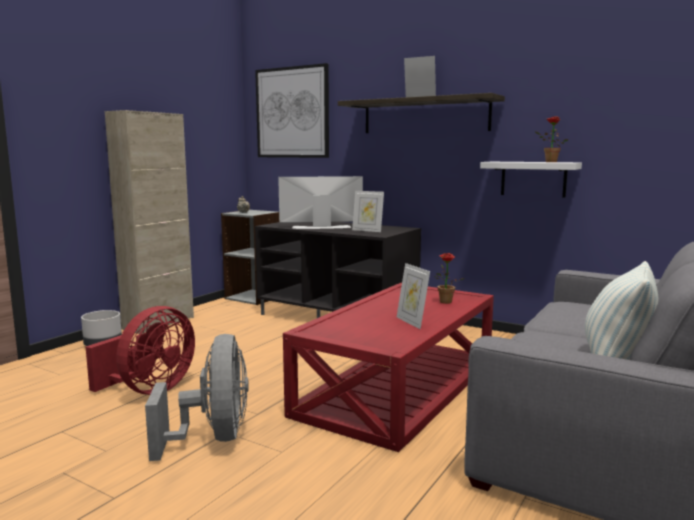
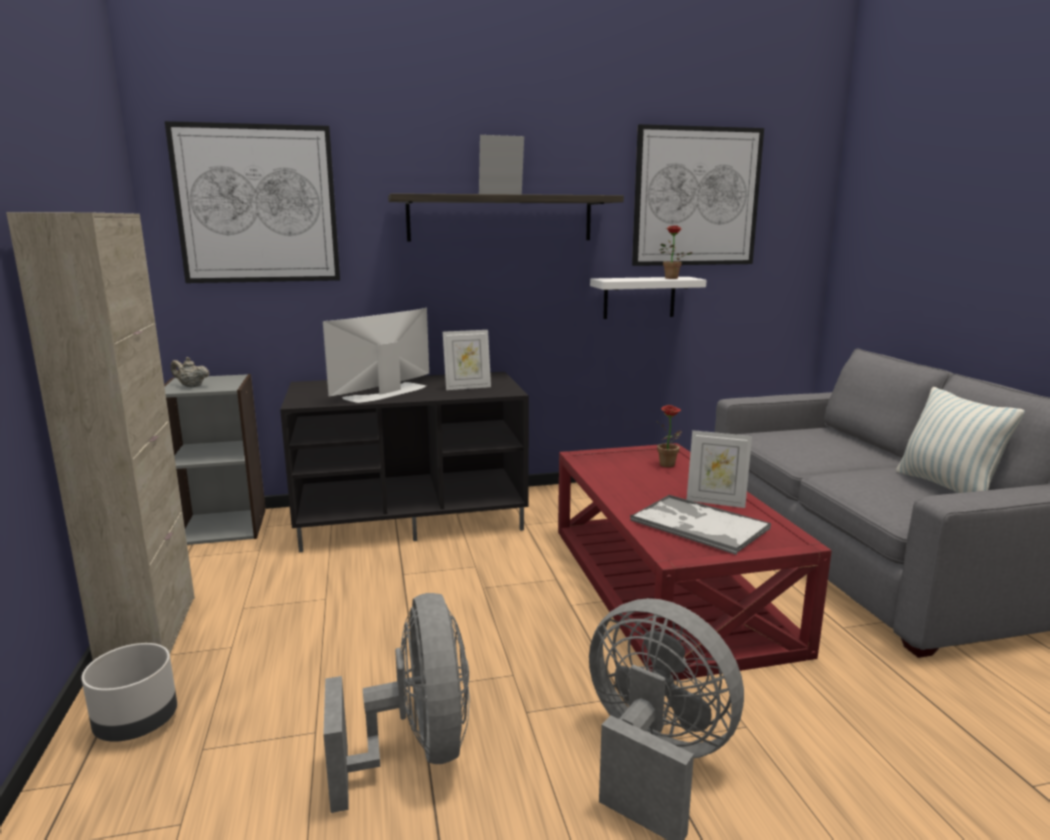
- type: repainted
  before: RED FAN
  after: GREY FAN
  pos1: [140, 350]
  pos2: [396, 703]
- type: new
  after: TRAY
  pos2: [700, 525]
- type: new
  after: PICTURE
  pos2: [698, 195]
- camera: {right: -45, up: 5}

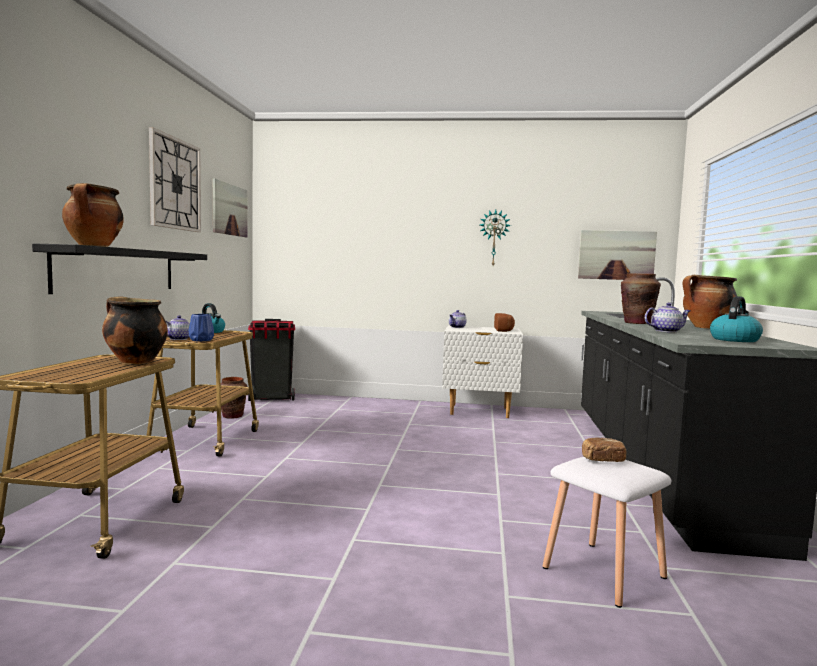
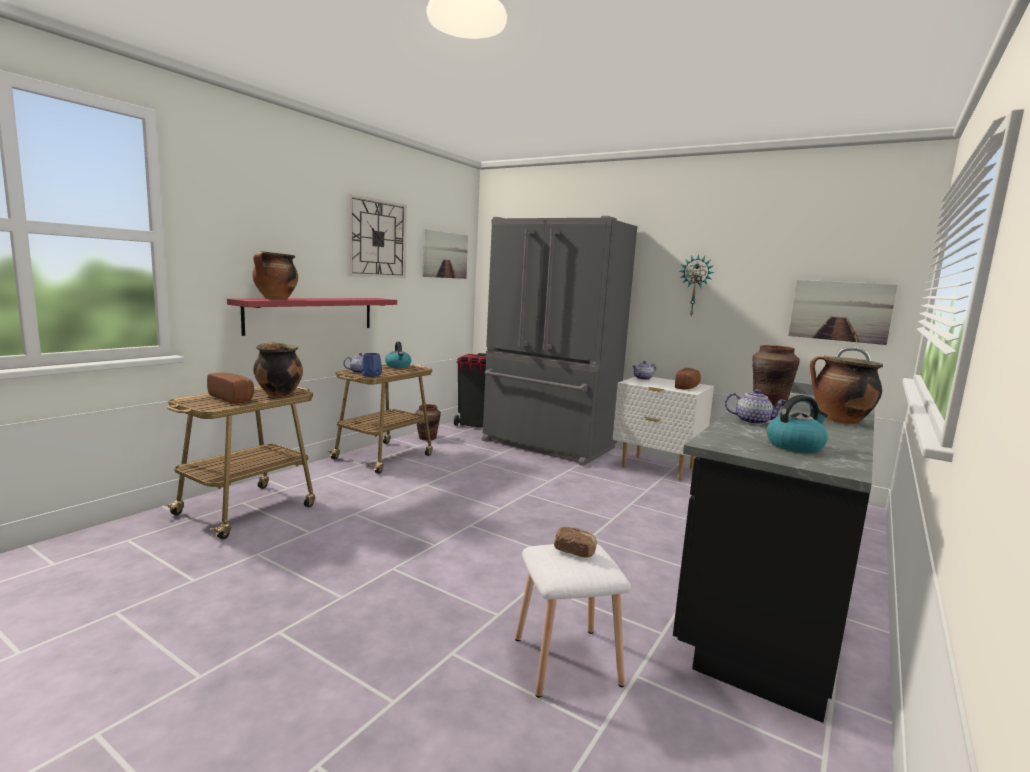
- type: new
  after: BREAD
  pos2: [230, 388]
- type: repainted
  before: BLACK SHELF
  after: RED SHELF
  pos1: [119, 268]
  pos2: [312, 317]
- type: new
  after: GREY FRIDGE
  pos2: [559, 341]
- camera: {right: 25, up: 5}

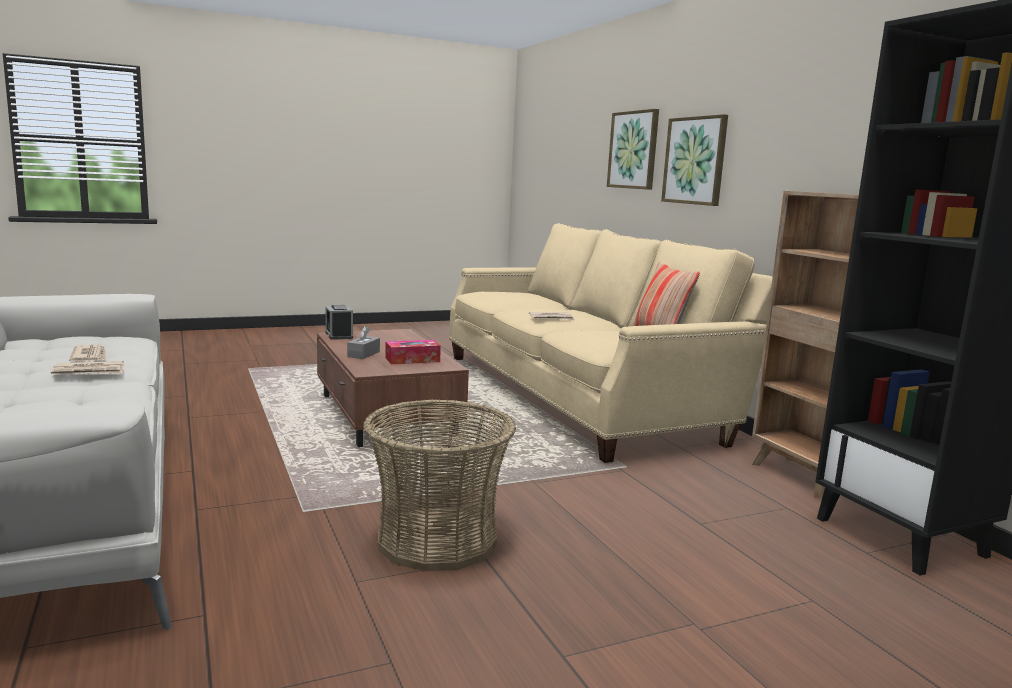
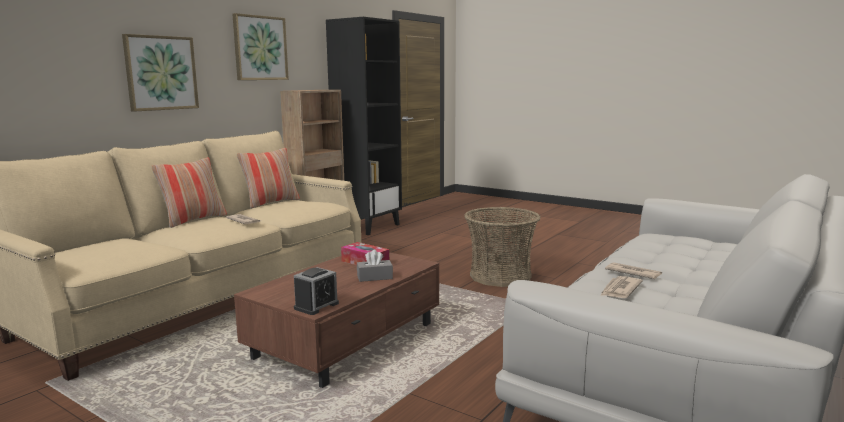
- type: new
  after: PILLOW
  pos2: [189, 192]
- type: shifted
  before: PICTURE
  pos1: [633, 149]
  pos2: [260, 46]
- camera: {right: -120, up: 0}

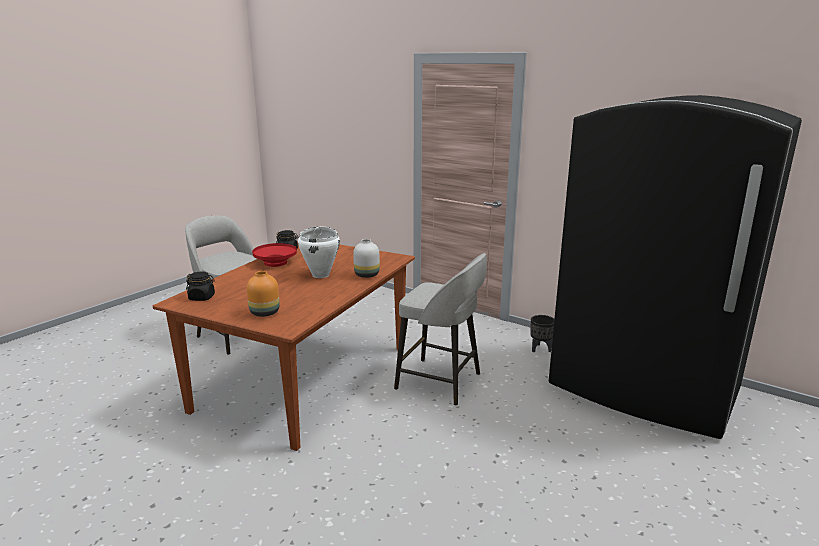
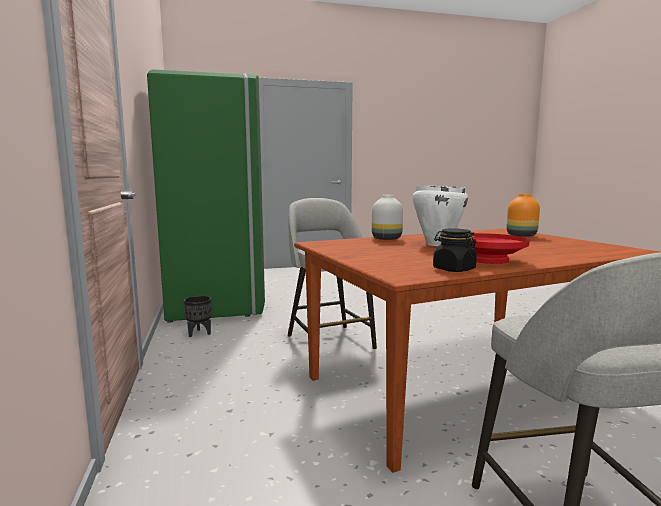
- type: repainted
  before: BLACK FRIDGE
  after: GREEN FRIDGE
  pos1: [675, 267]
  pos2: [206, 196]
- type: gone
  before: BLACK JAR
  pos1: [200, 286]
- camera: {right: -140, up: -10}

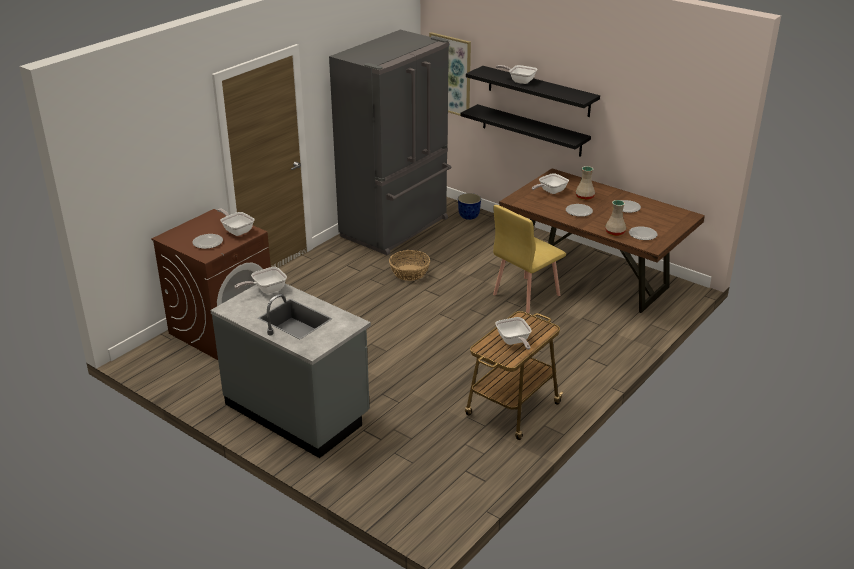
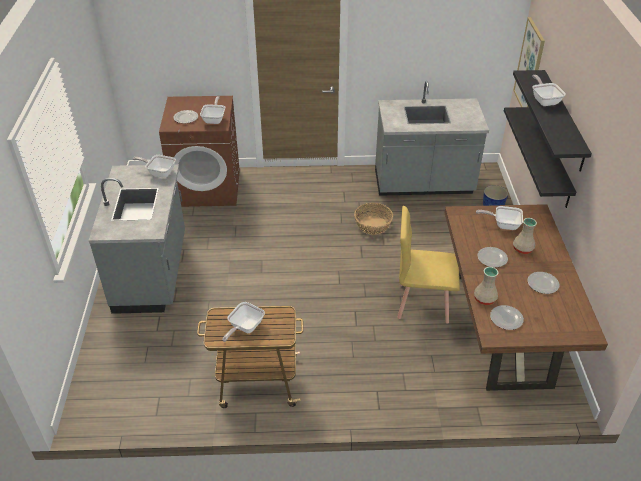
- type: swapped
  before: GREY FRIDGE
  after: GREY COUNTER
  pos1: [390, 142]
  pos2: [432, 138]
- camera: {right: 50, up: 10}

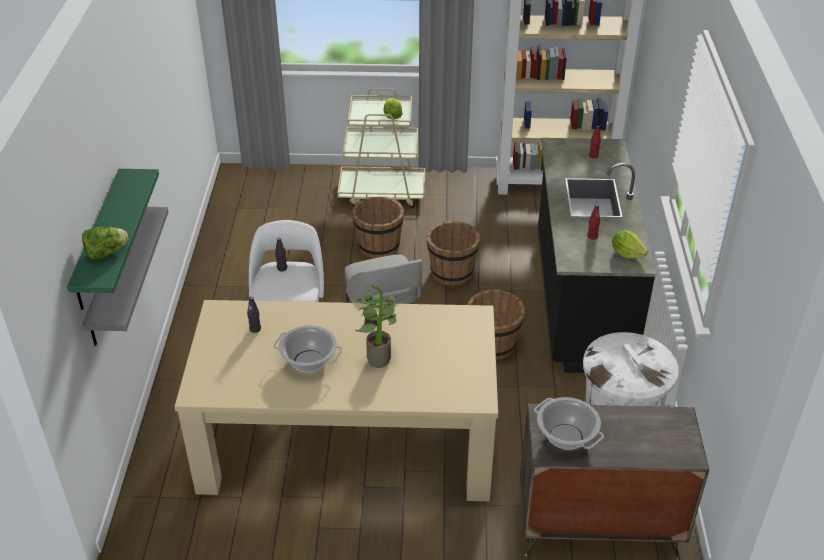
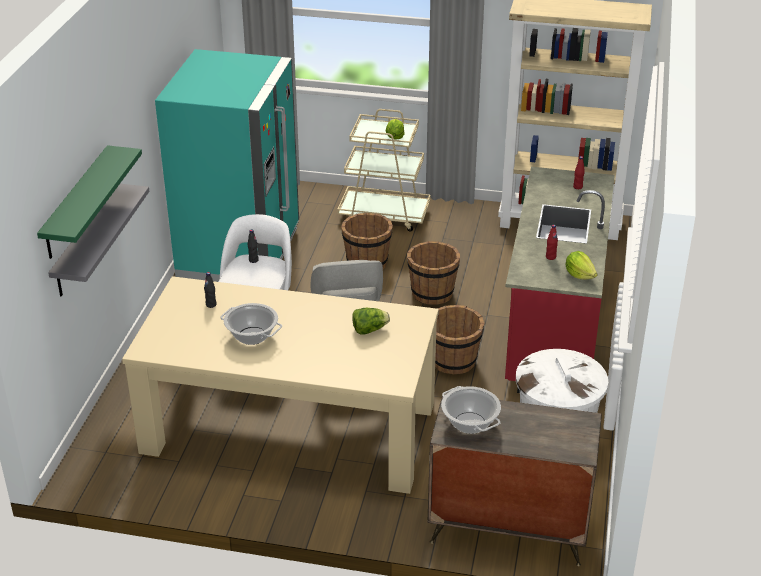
- type: new
  after: TURQUOISE FRIDGE
  pos2: [227, 165]
- type: shifted
  before: LETTUCE
  pos1: [105, 243]
  pos2: [371, 321]
- type: repainted
  before: BLACK COUNTER
  after: RED COUNTER
  pos1: [597, 255]
  pos2: [560, 280]
- type: gone
  before: POTTED PLANT
  pos1: [373, 326]
- camera: {right: 10, up: -5}

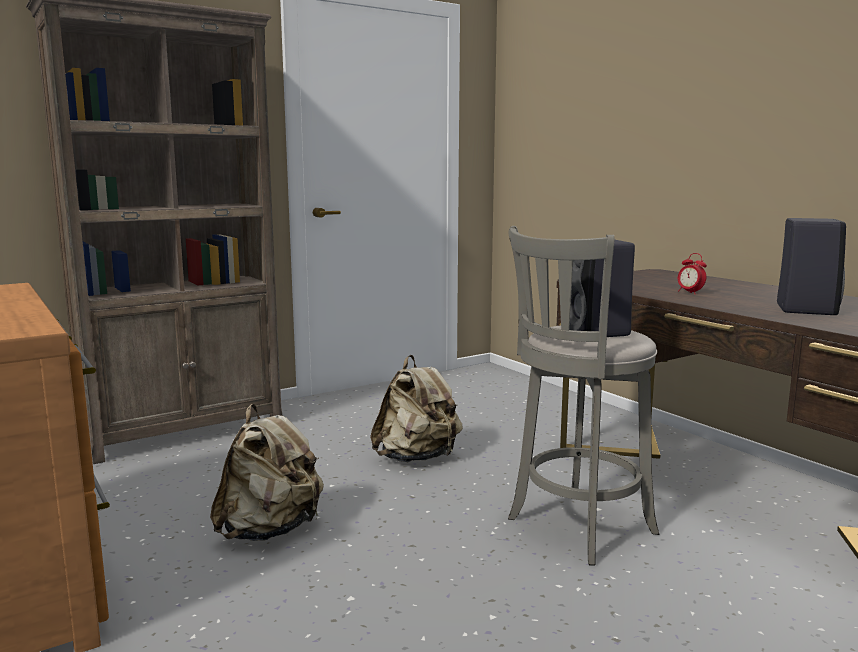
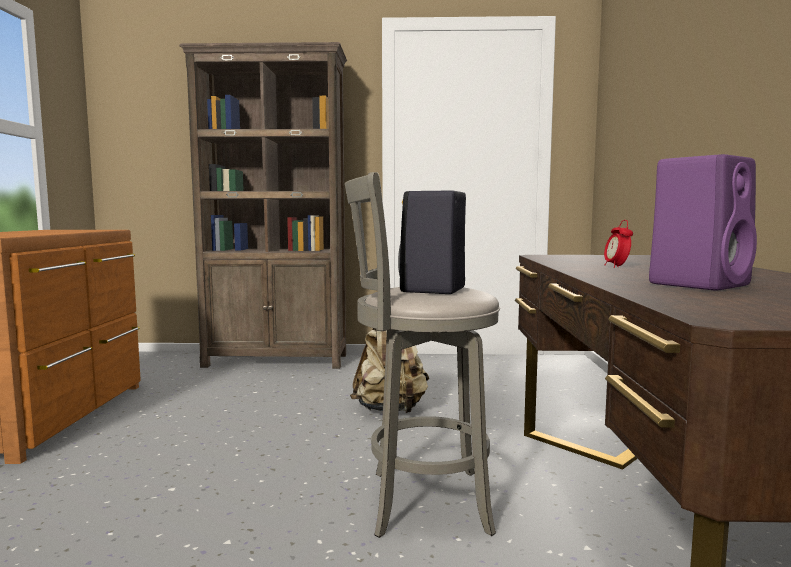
- type: repainted
  before: BLACK SPEAKER
  after: PURPLE SPEAKER
  pos1: [811, 266]
  pos2: [703, 222]
- type: gone
  before: BEIGE BACKPACK
  pos1: [267, 472]
- camera: {right: 35, up: -5}

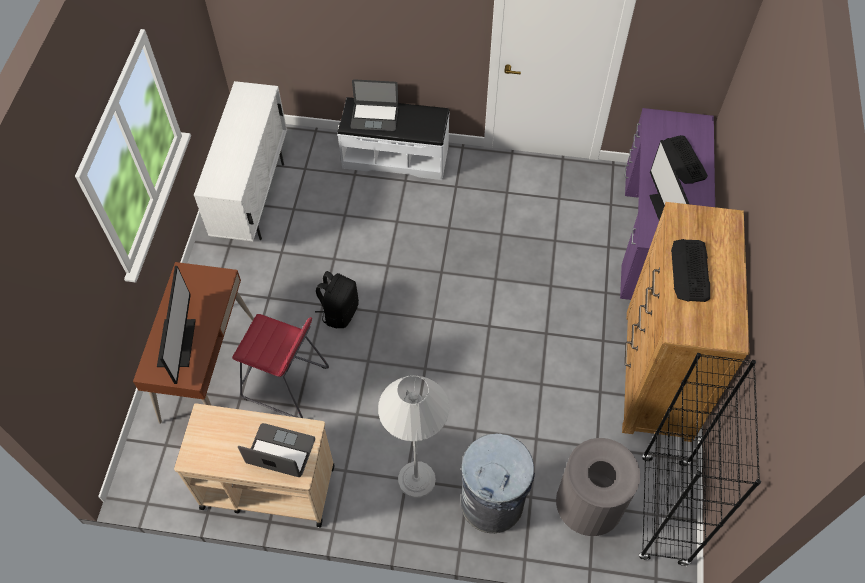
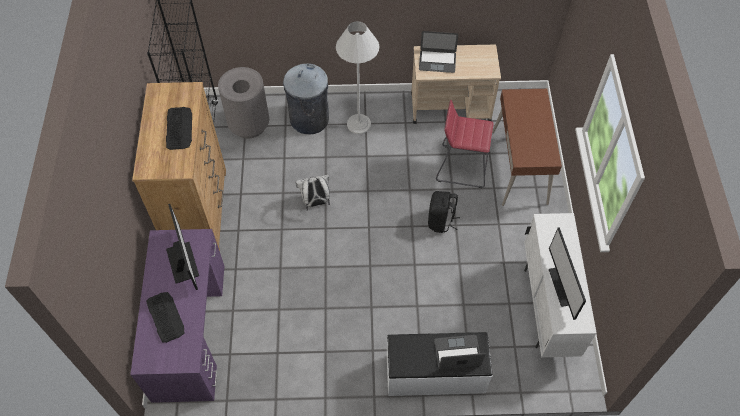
- type: new
  after: WHITE BACKPACK
  pos2: [312, 192]
- type: shifted
  before: MONITOR
  pos1: [176, 325]
  pos2: [567, 273]
- camera: {right: 170, up: 0}

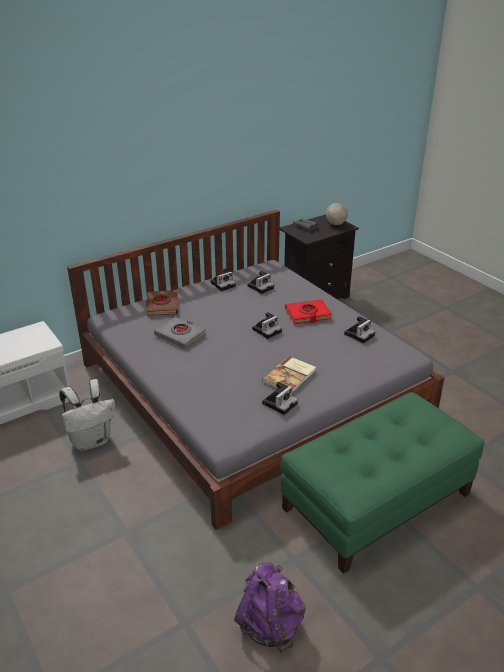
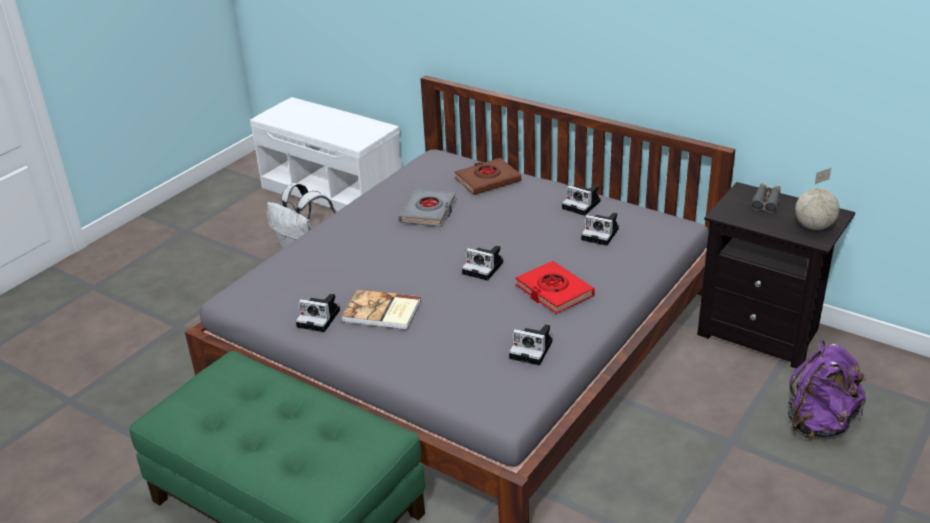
- type: shifted
  before: PURPLE BACKPACK
  pos1: [269, 607]
  pos2: [827, 389]
- camera: {right: 70, up: 0}

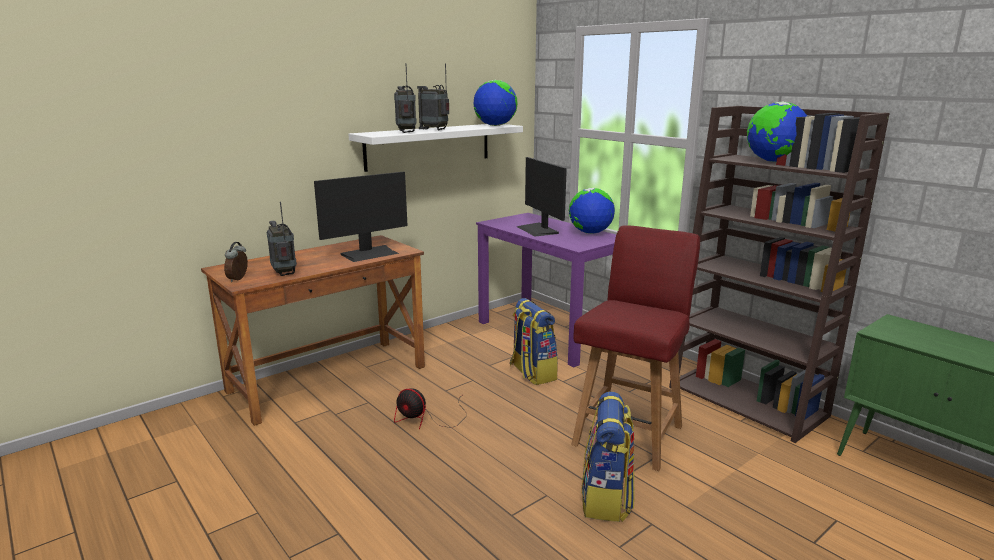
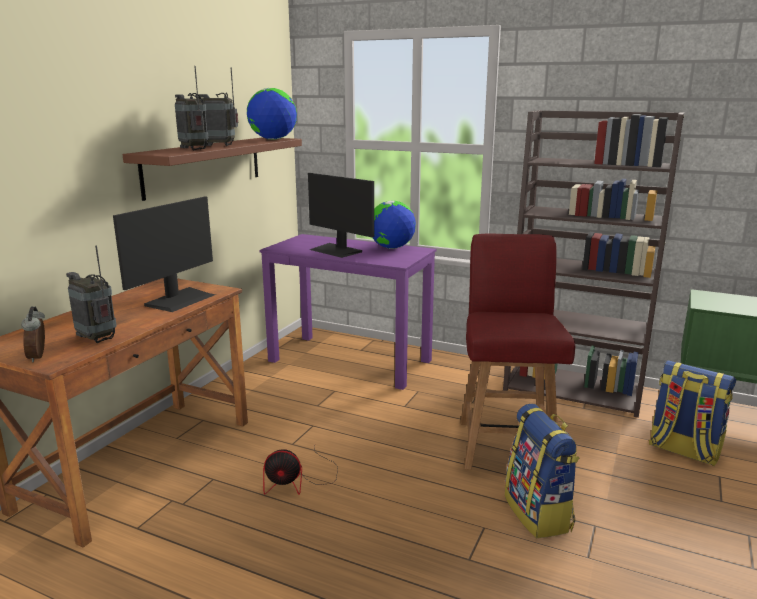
- type: repainted
  before: WHITE SHELF
  after: BROWN SHELF
  pos1: [435, 148]
  pos2: [212, 169]
- type: shifted
  before: BACKPACK
  pos1: [534, 341]
  pos2: [692, 413]
- type: gone
  before: GLOBE
  pos1: [777, 132]
- camera: {right: -25, up: 0}

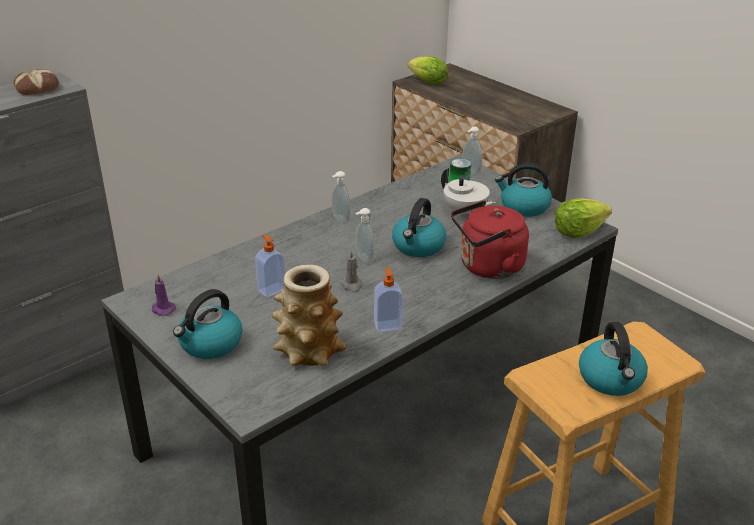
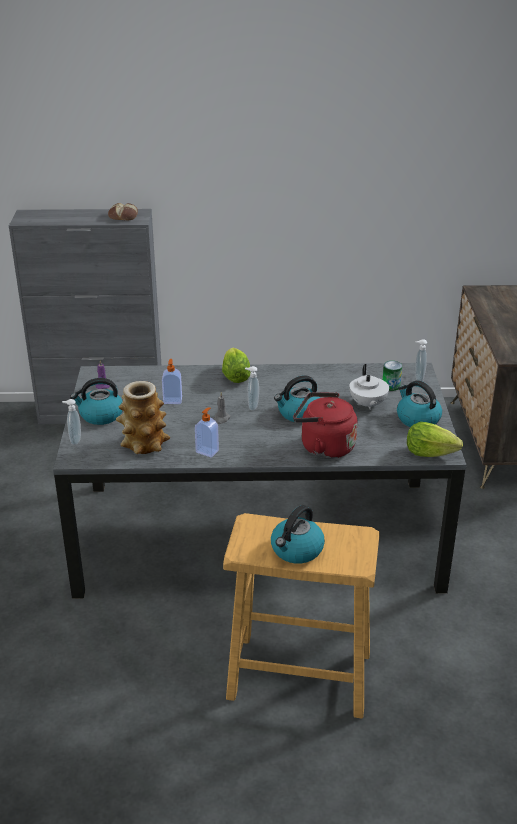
- type: shifted
  before: SOAP DISPENSER
  pos1: [341, 197]
  pos2: [71, 422]
- type: shifted
  before: LETTUCE
  pos1: [428, 70]
  pos2: [236, 365]
- camera: {right: 40, up: 0}

